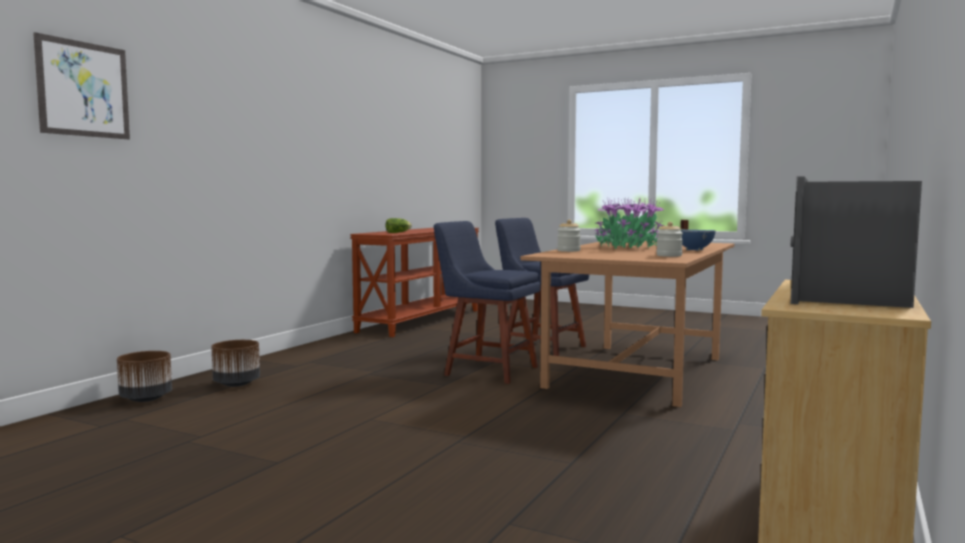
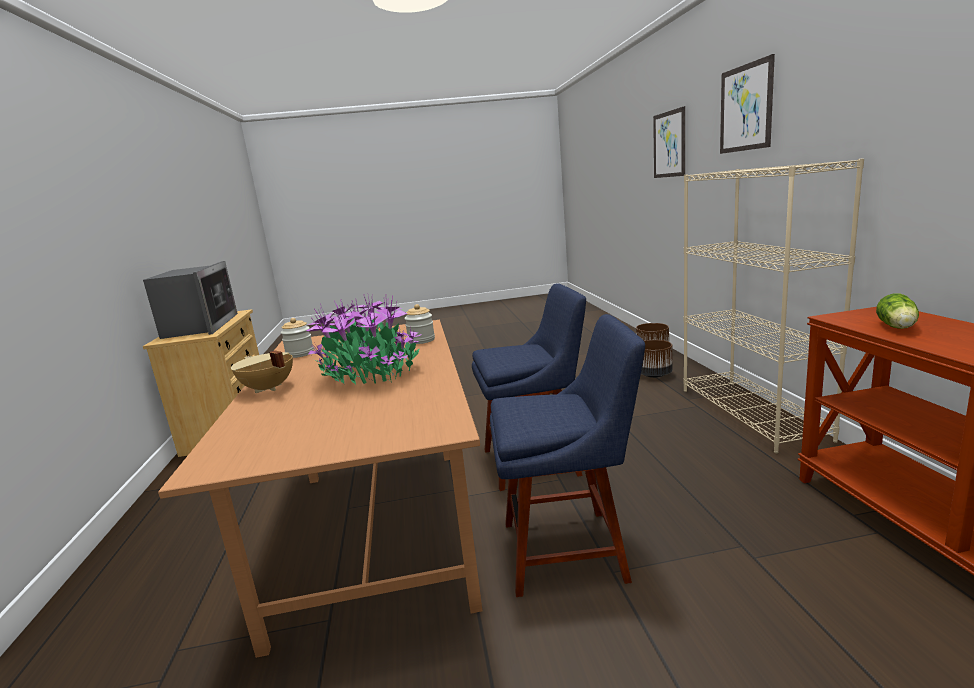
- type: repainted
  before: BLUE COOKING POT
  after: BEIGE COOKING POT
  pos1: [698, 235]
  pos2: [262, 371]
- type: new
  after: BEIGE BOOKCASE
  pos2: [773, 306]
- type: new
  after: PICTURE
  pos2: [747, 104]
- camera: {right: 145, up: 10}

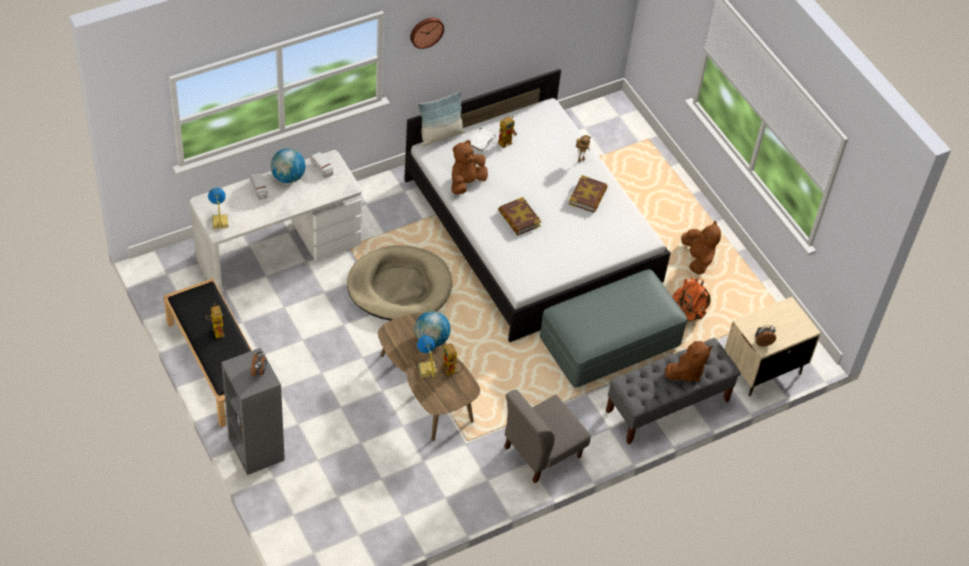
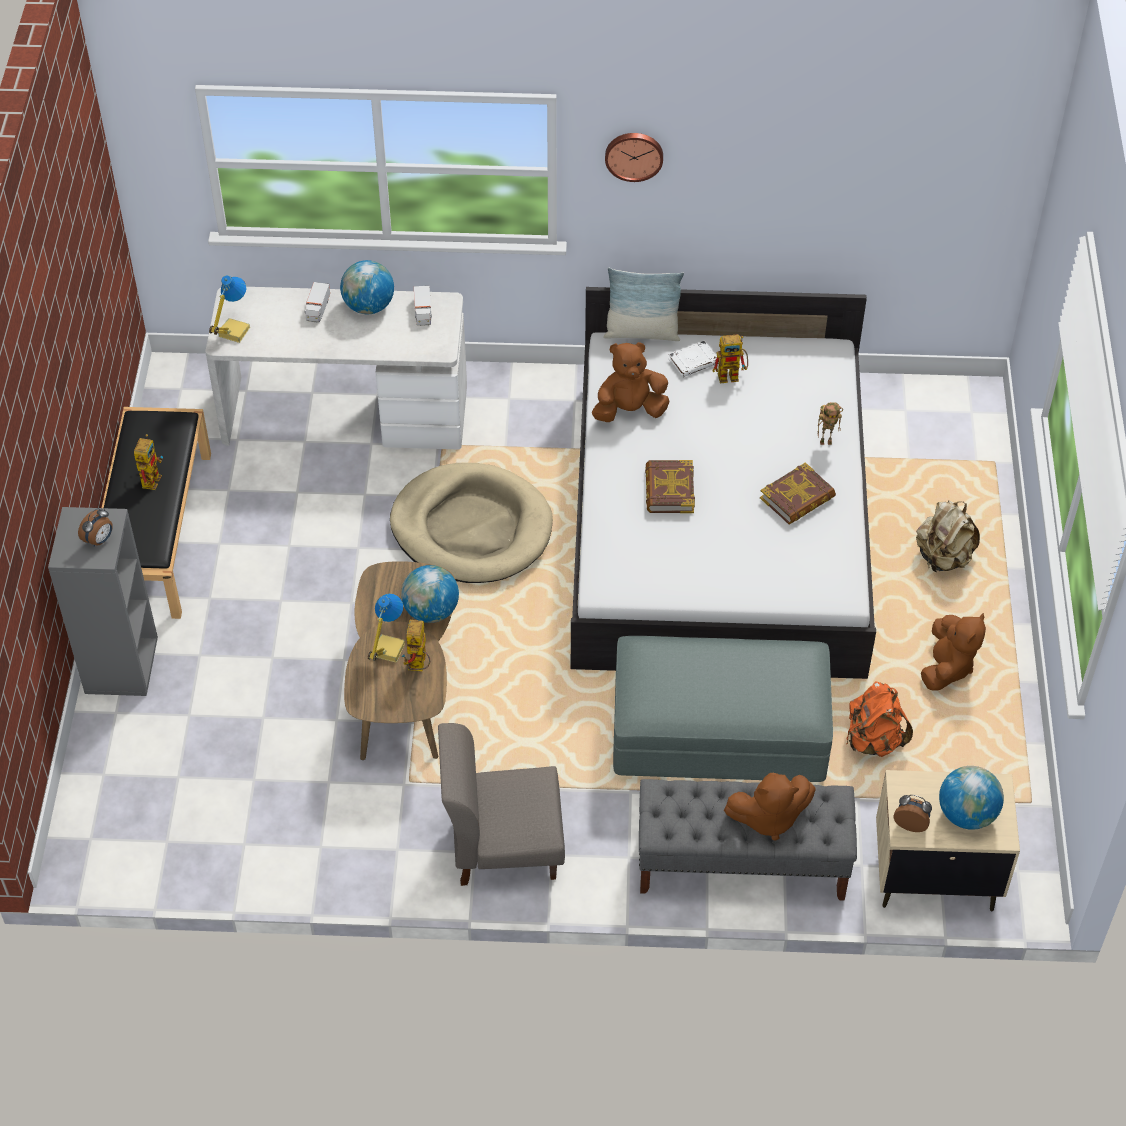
- type: new
  after: BEIGE BACKPACK
  pos2: [948, 537]
- type: new
  after: GLOBE
  pos2: [971, 798]
- camera: {right: 35, up: 0}

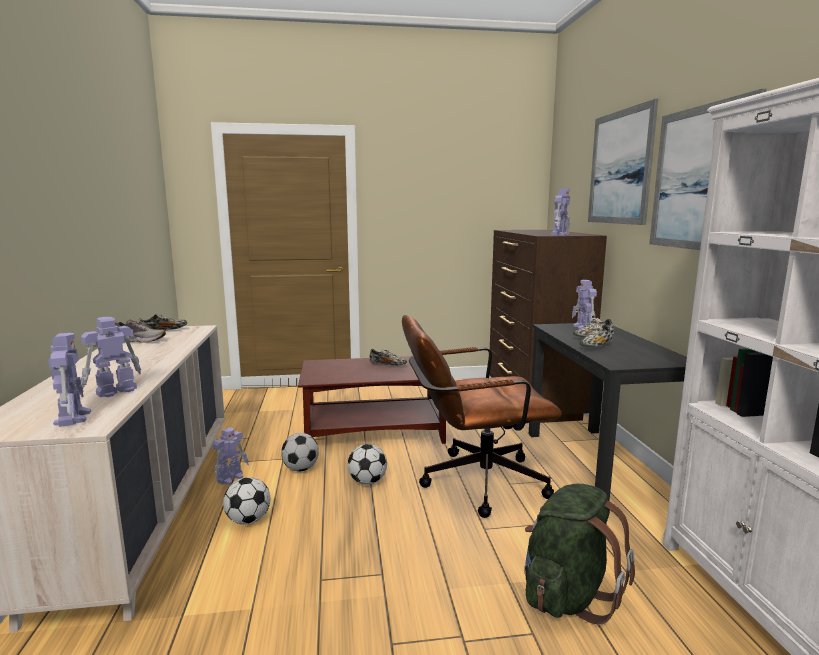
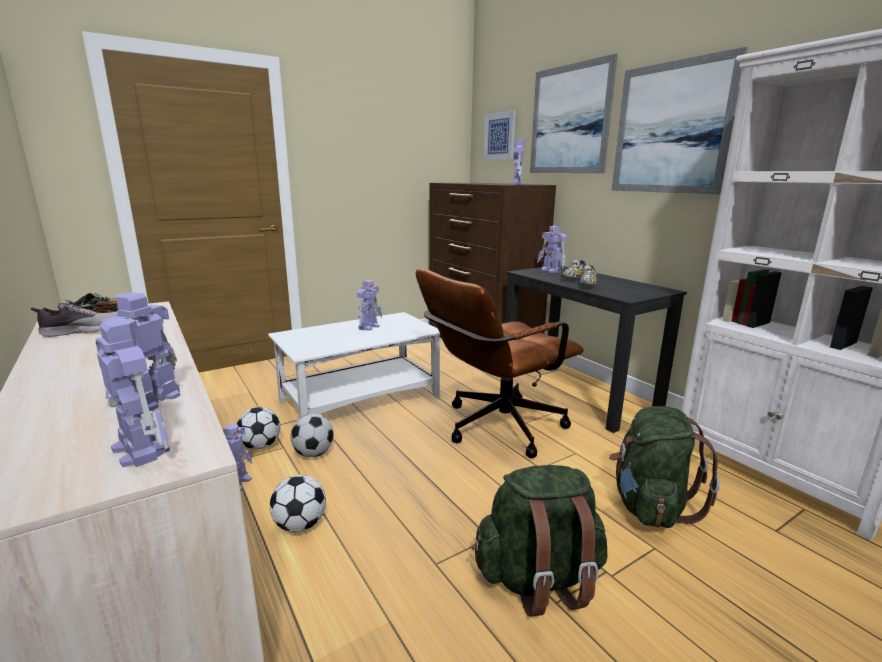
- type: shifted
  before: FOOTBALL
  pos1: [367, 464]
  pos2: [258, 428]
- type: repainted
  before: BROWN COFFEE TABLE
  after: WHITE COFFEE TABLE
  pos1: [372, 400]
  pos2: [354, 365]
- type: swapped
  before: SHOE
  after: TOY ROBOT
  pos1: [388, 357]
  pos2: [369, 305]
- type: new
  after: GREEN BACKPACK
  pos2: [540, 541]
- type: new
  after: PICTURE
  pos2: [499, 135]
- camera: {right: -25, up: 5}

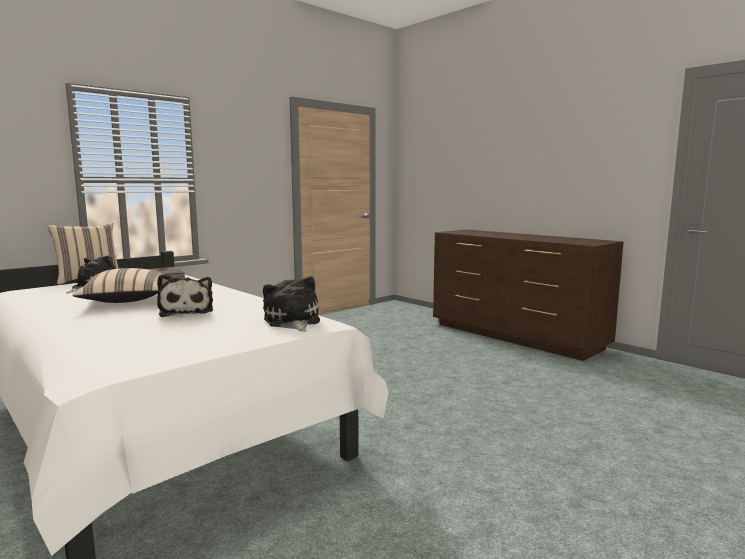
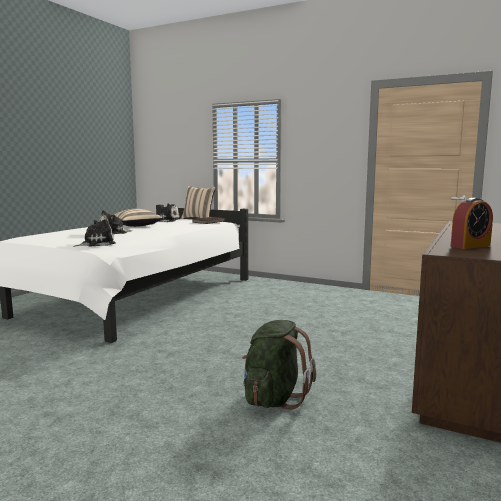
- type: new
  after: GREEN BACKPACK
  pos2: [279, 365]
- type: new
  after: ALARM CLOCK
  pos2: [472, 223]
- camera: {right: 70, up: 0}

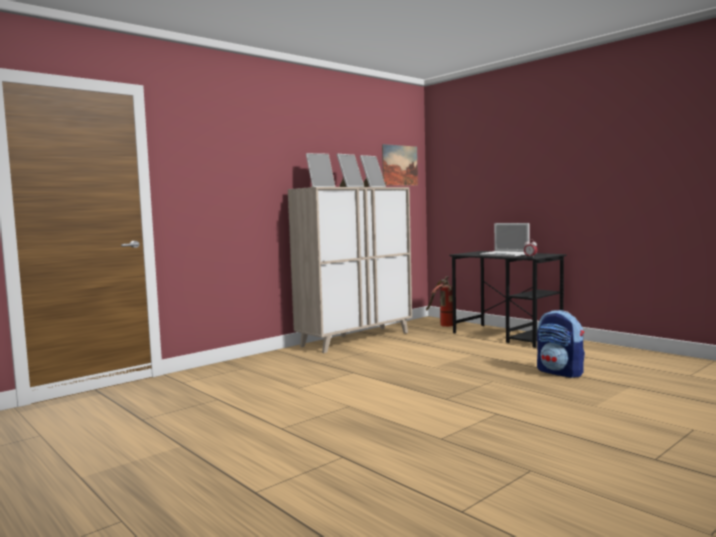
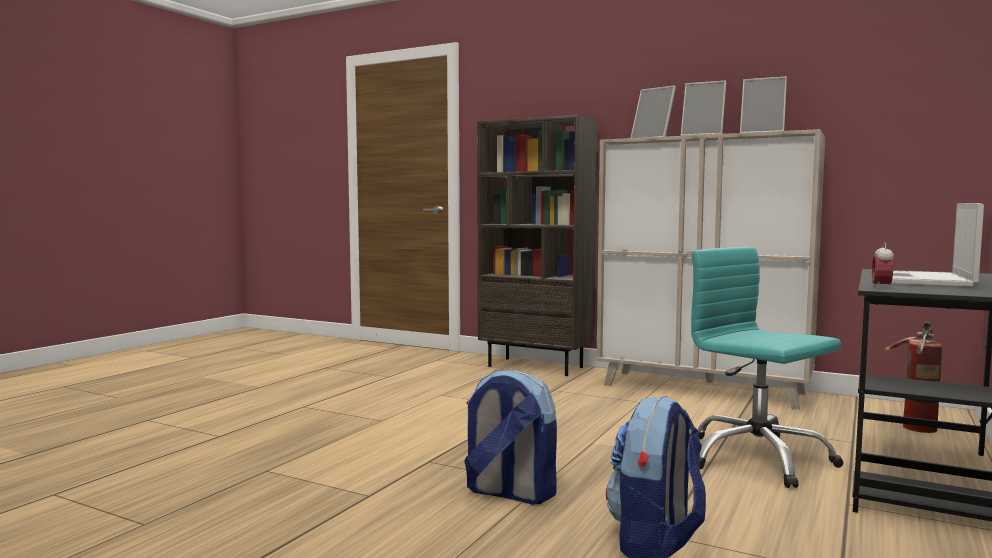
- type: new
  after: BACKPACK
  pos2: [510, 437]
- type: new
  after: BROWN BOOKCASE
  pos2: [537, 245]
- type: new
  after: TURQUOISE OFFICE CHAIR
  pos2: [767, 367]
- type: gone
  before: PICTURE
  pos1: [400, 165]
- camera: {right: 70, up: 0}

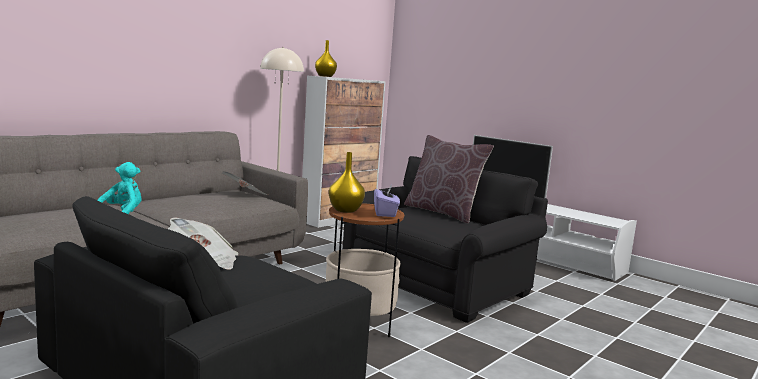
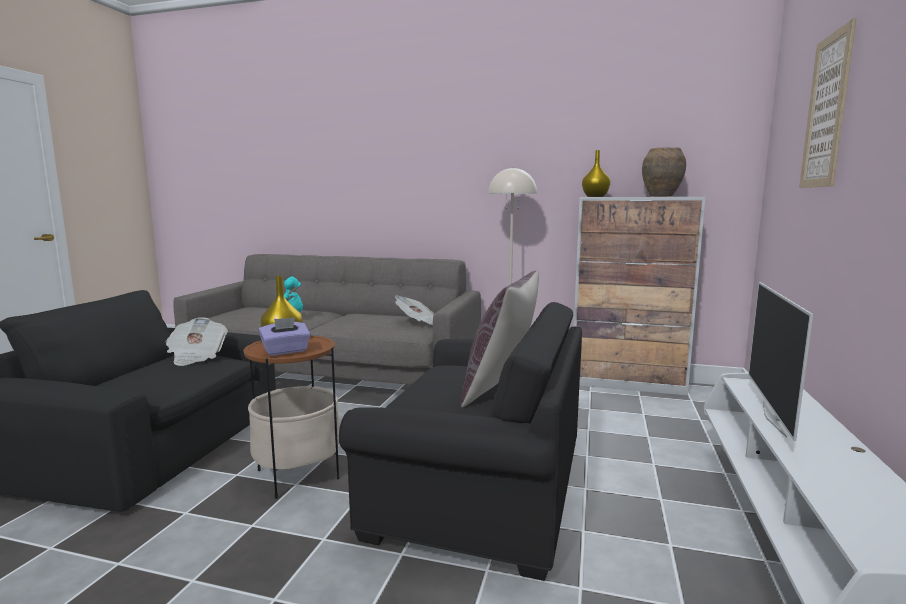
- type: new
  after: BROWN VASE
  pos2: [664, 172]
- type: new
  after: PICTURE
  pos2: [827, 103]
- camera: {right: 65, up: 0}

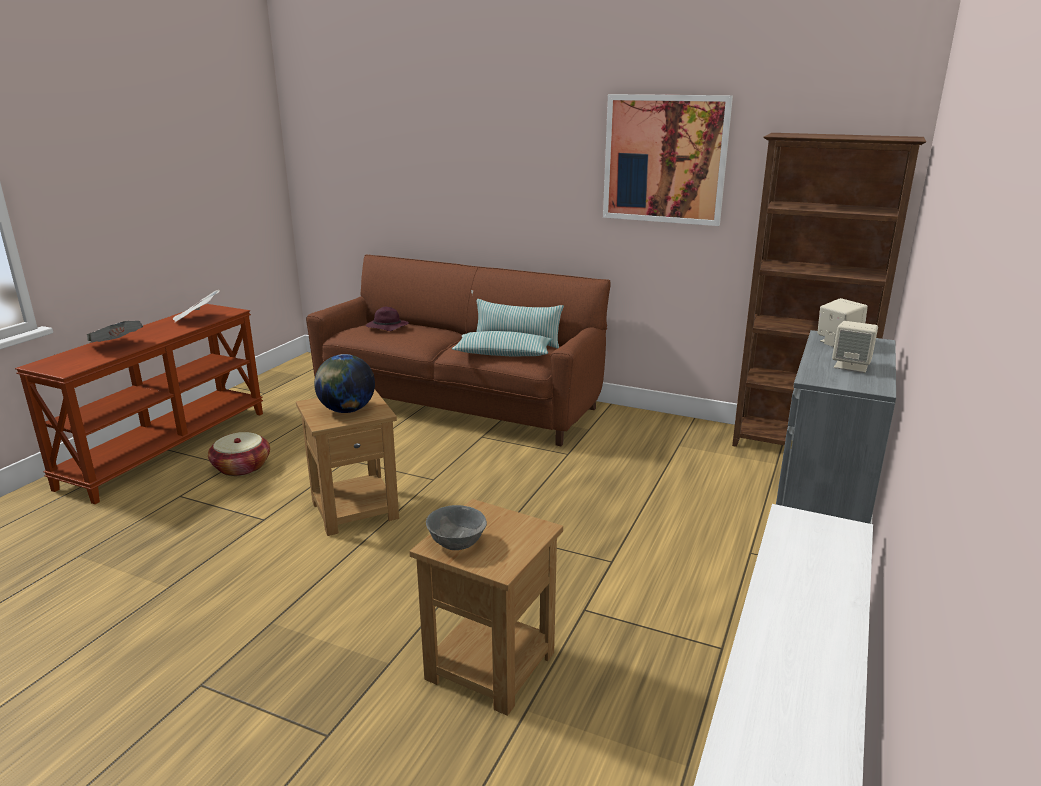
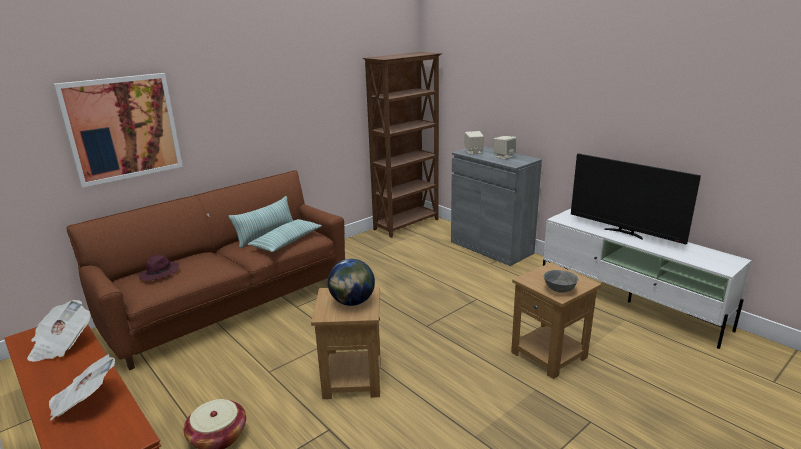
- type: shifted
  before: PICTURE
  pos1: [668, 160]
  pos2: [118, 130]
- type: new
  after: TELEVISION
  pos2: [636, 199]
- camera: {right: -65, up: 0}

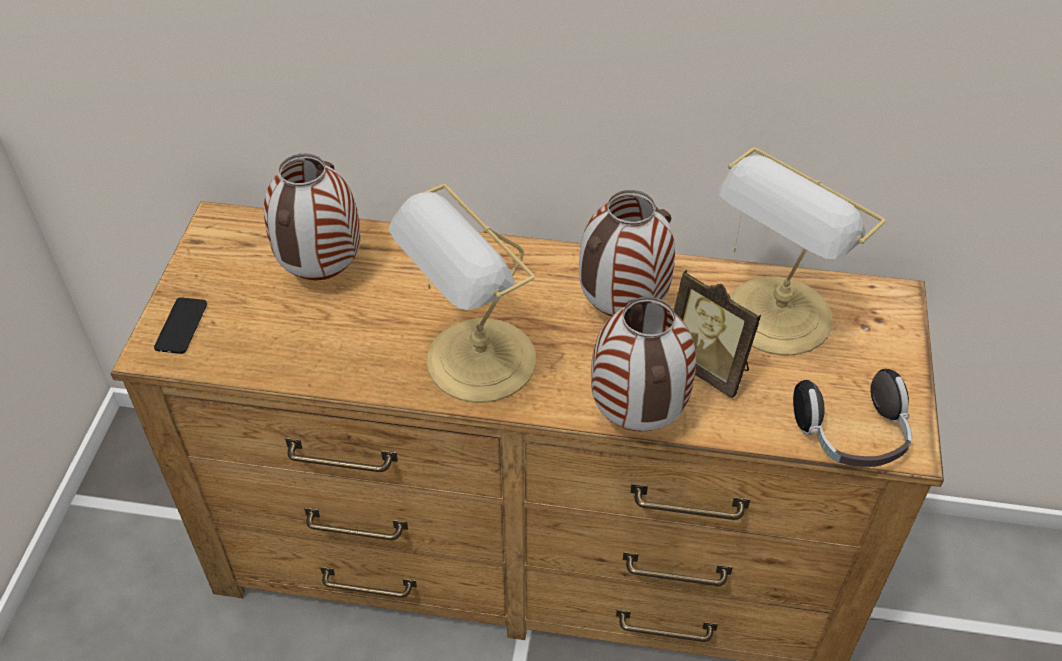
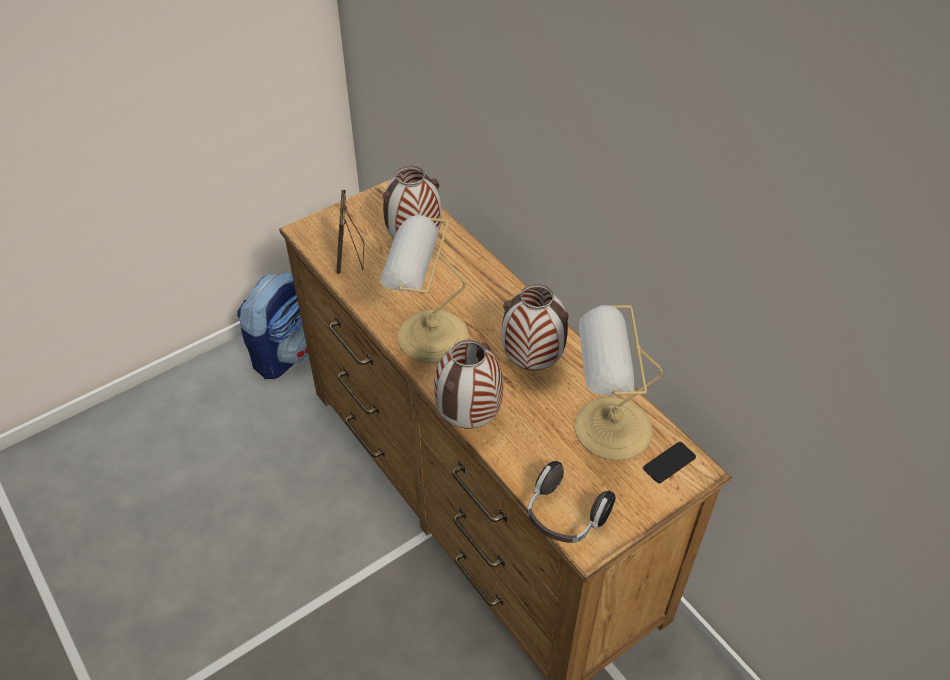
- type: new
  after: BACKPACK
  pos2: [272, 325]
- type: shifted
  before: PICTURE FRAME
  pos1: [717, 334]
  pos2: [350, 232]
- type: shifted
  before: PHONE
  pos1: [180, 325]
  pos2: [669, 462]
- camera: {right: 45, up: 0}

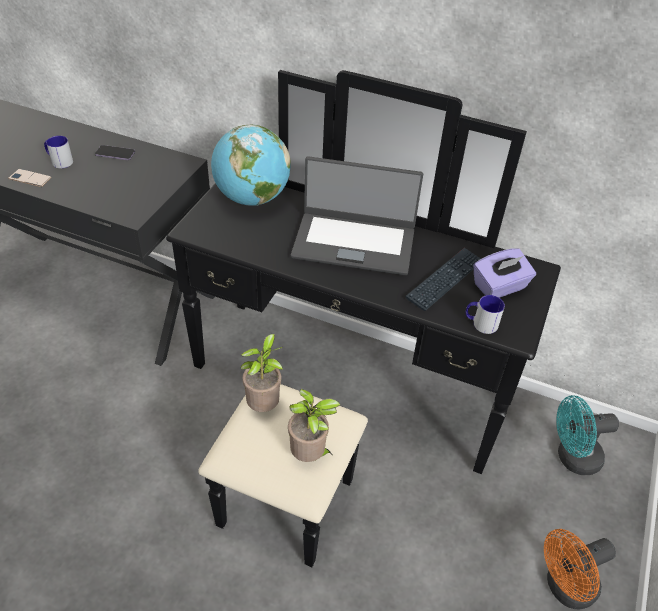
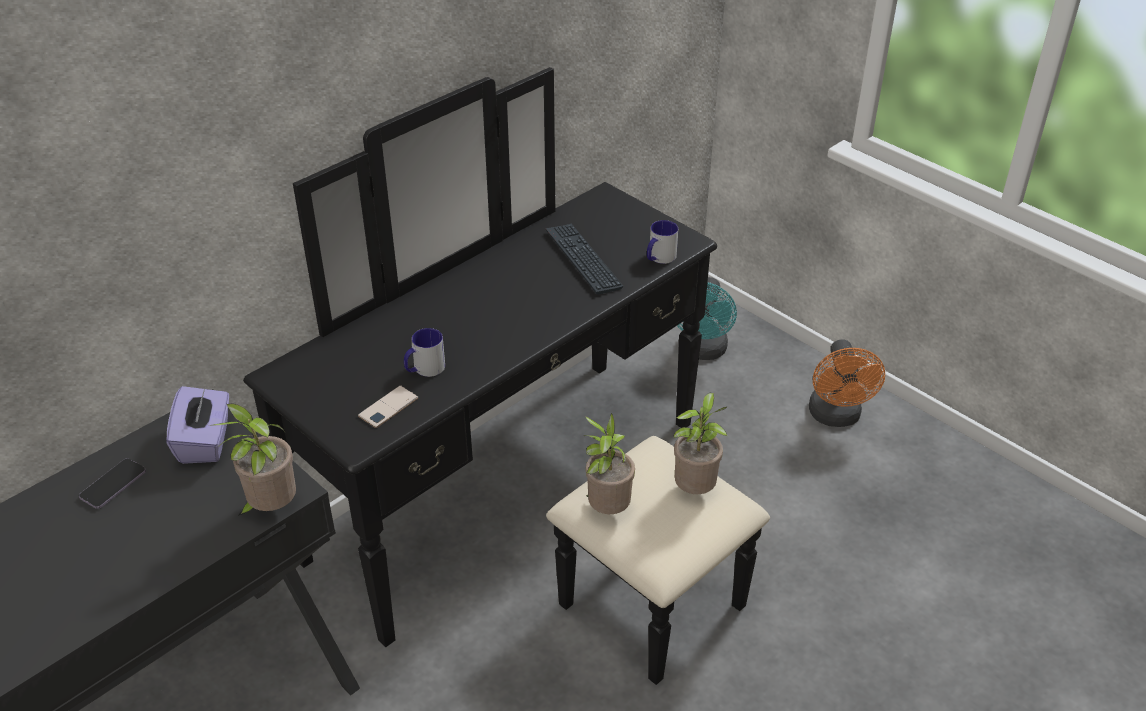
- type: shifted
  before: PURPLE TISSUE BOX
  pos1: [505, 273]
  pos2: [197, 425]
- type: new
  after: POTTED PLANT
  pos2: [253, 459]
- type: shifted
  before: PHONE
  pos1: [30, 178]
  pos2: [388, 406]
- type: shifted
  before: MUG
  pos1: [58, 152]
  pos2: [424, 352]
- type: gone
  before: GLOBE
  pos1: [251, 165]
- type: gone
  before: LAPTOP
  pos1: [357, 215]
- camera: {right: -65, up: -5}

